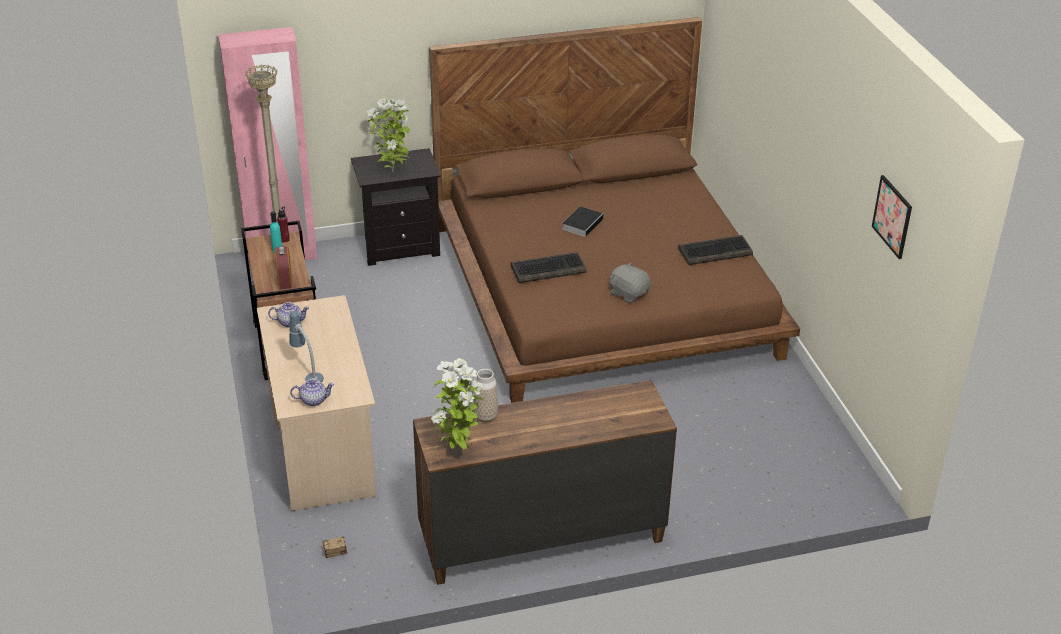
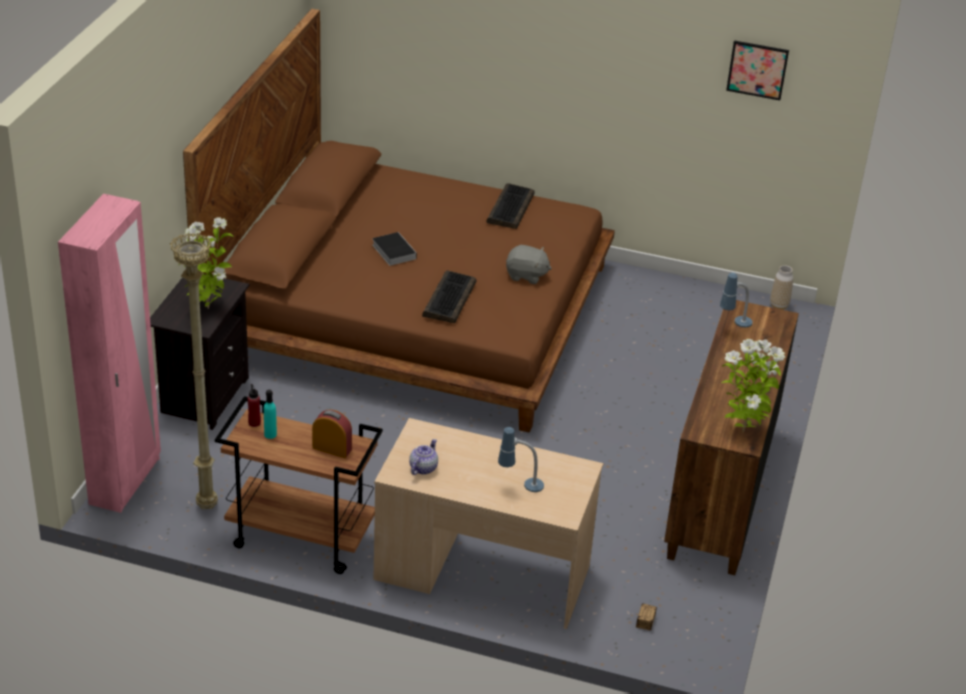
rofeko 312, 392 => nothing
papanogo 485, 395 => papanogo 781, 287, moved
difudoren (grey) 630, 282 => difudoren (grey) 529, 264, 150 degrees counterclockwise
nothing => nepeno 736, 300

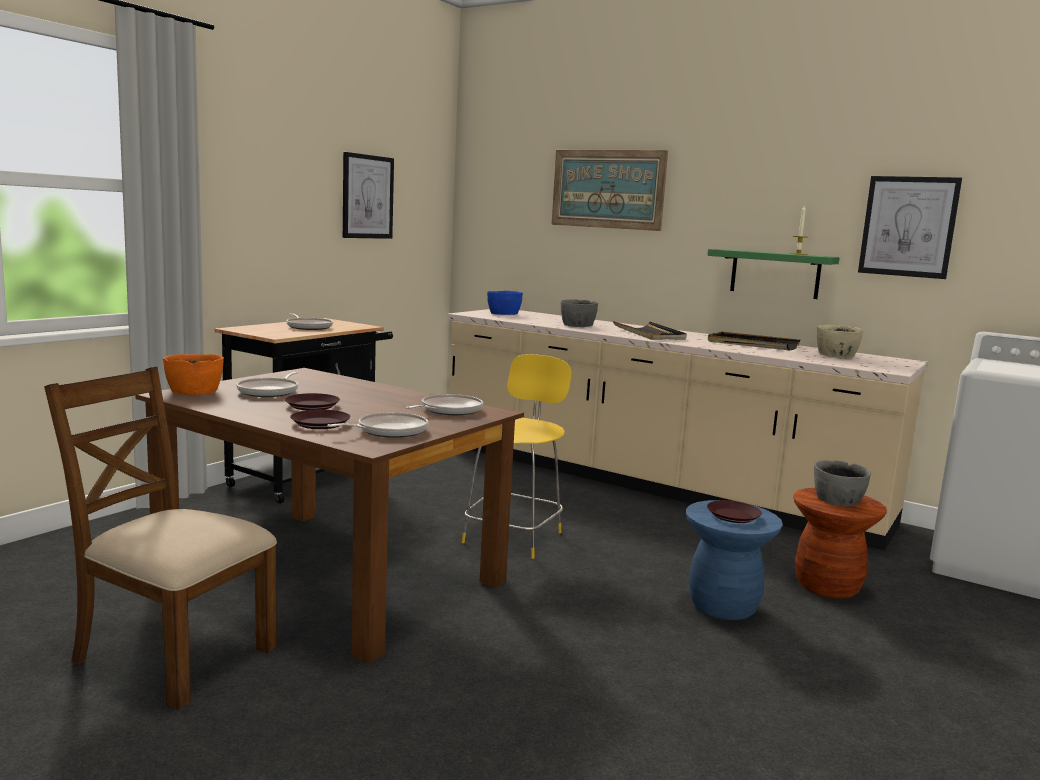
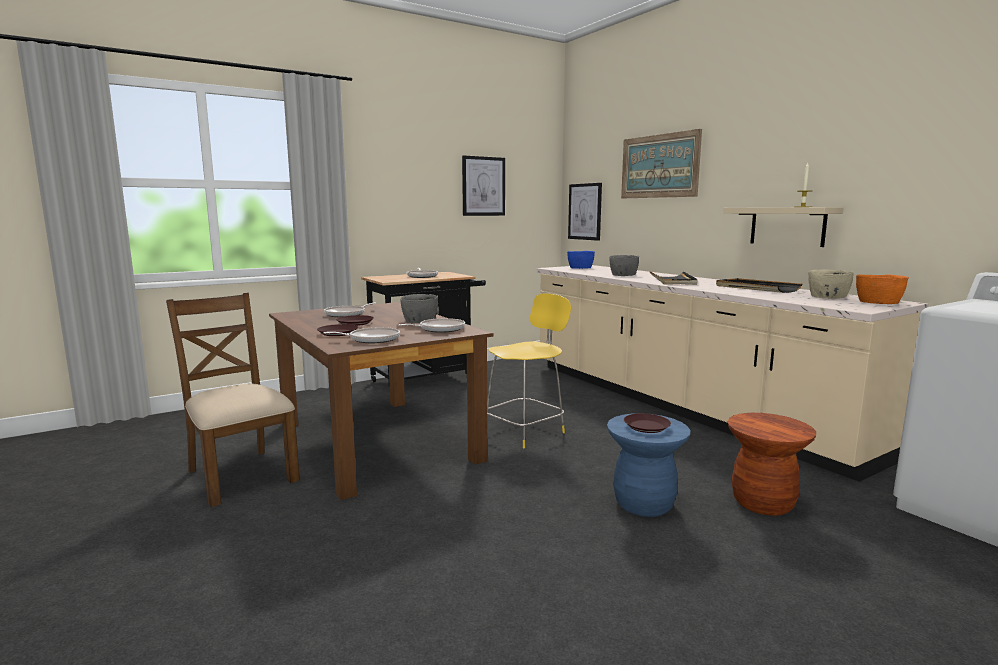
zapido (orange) 193, 374 => zapido (orange) 882, 289, moved
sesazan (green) 773, 274 => sesazan (beige) 783, 227
zapido (grey) 842, 483 => zapido (grey) 419, 308, moved
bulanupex 910, 227 => bulanupex 585, 212, moved

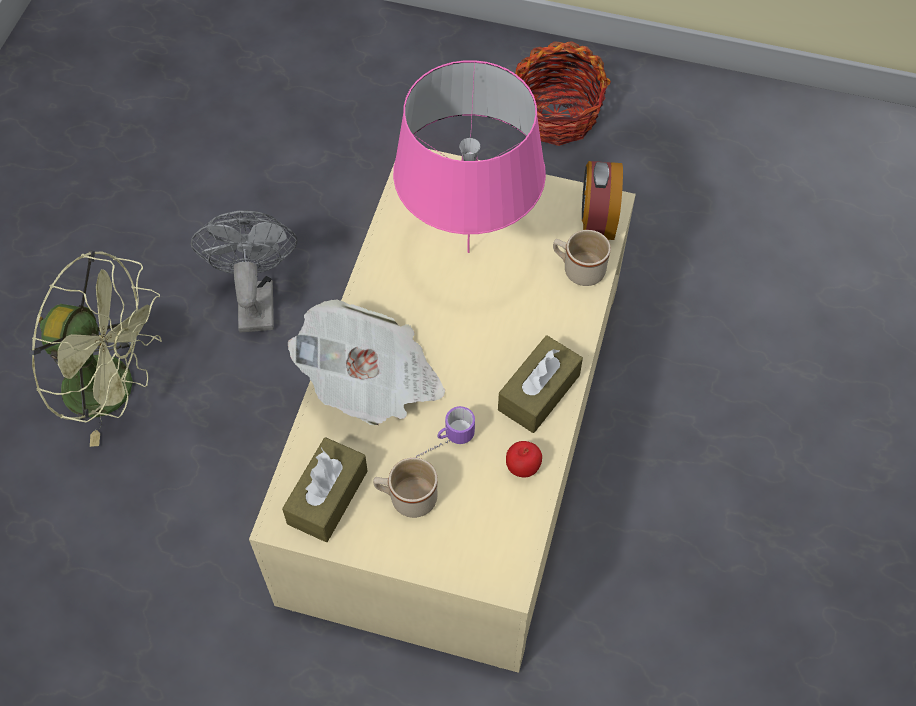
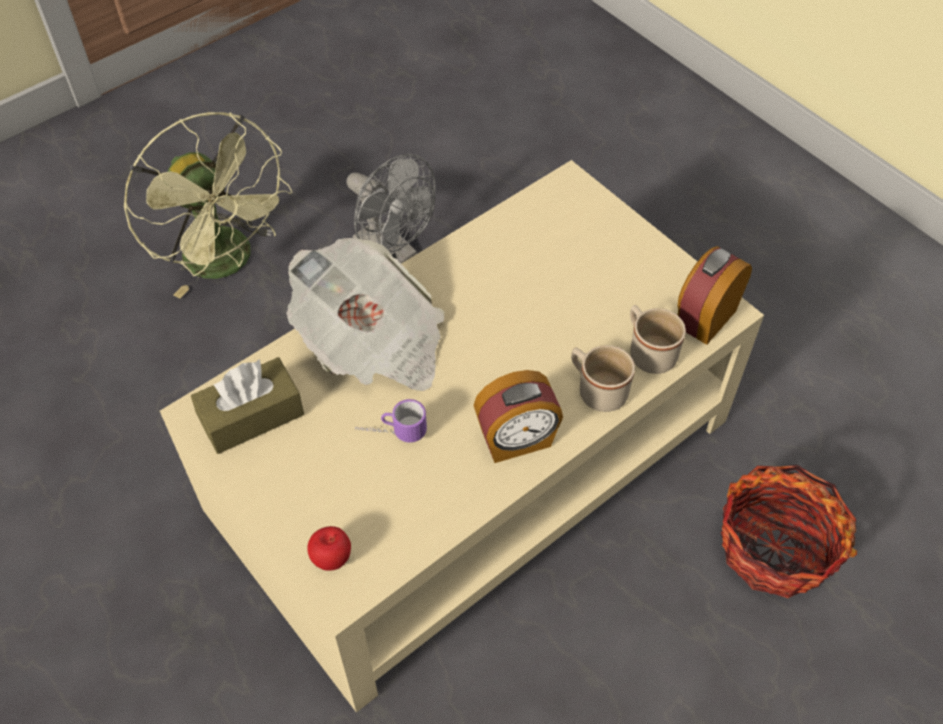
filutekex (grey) 244, 271 => filutekex (grey) 390, 208, 105 degrees clockwise
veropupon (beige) 405, 488 => veropupon (beige) 603, 378, moved
nepeno (pink) 469, 156 => nothing
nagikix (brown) 540, 384 => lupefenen 518, 416
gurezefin 524, 459 => gurezefin 329, 548, moved
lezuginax 563, 93 => lezuginax 789, 531, moved

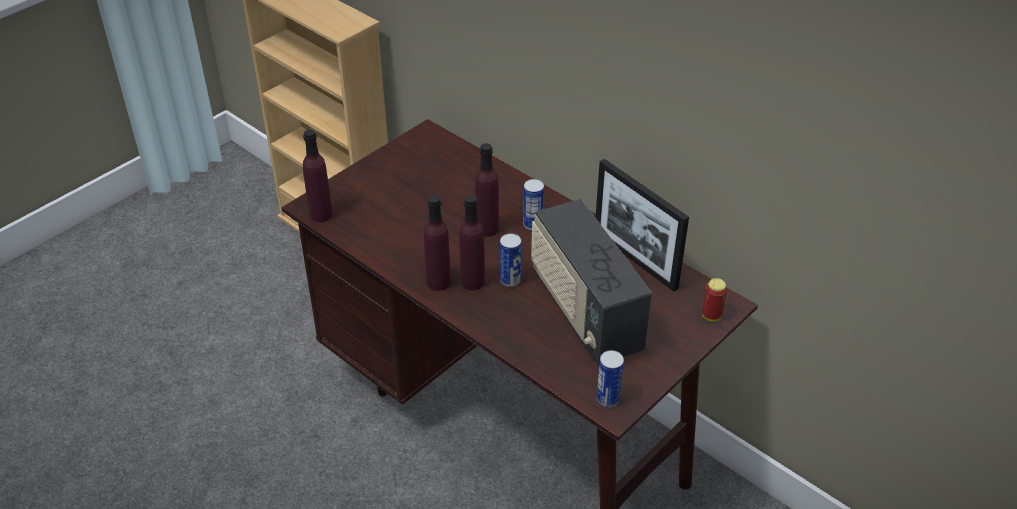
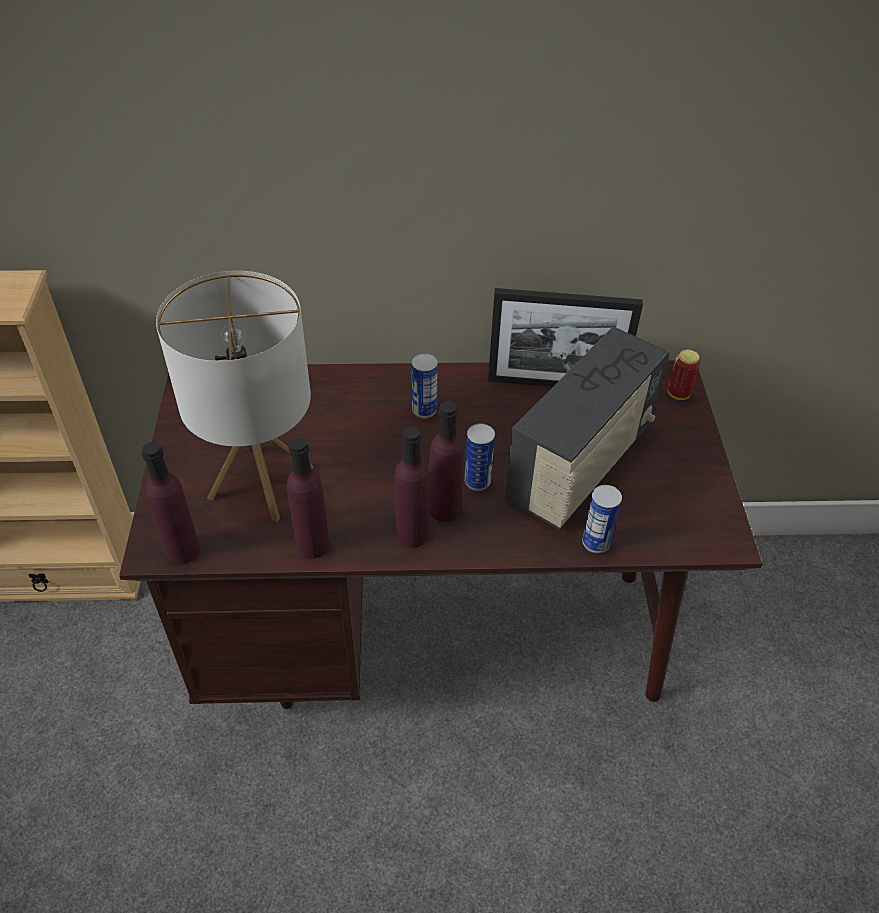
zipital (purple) 487, 190 => zipital (purple) 308, 498, moved
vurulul 591, 282 => vurulul 587, 428, 75 degrees counterclockwise
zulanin 610, 378 => zulanin 602, 519, moved
nothing => nepeno 235, 396

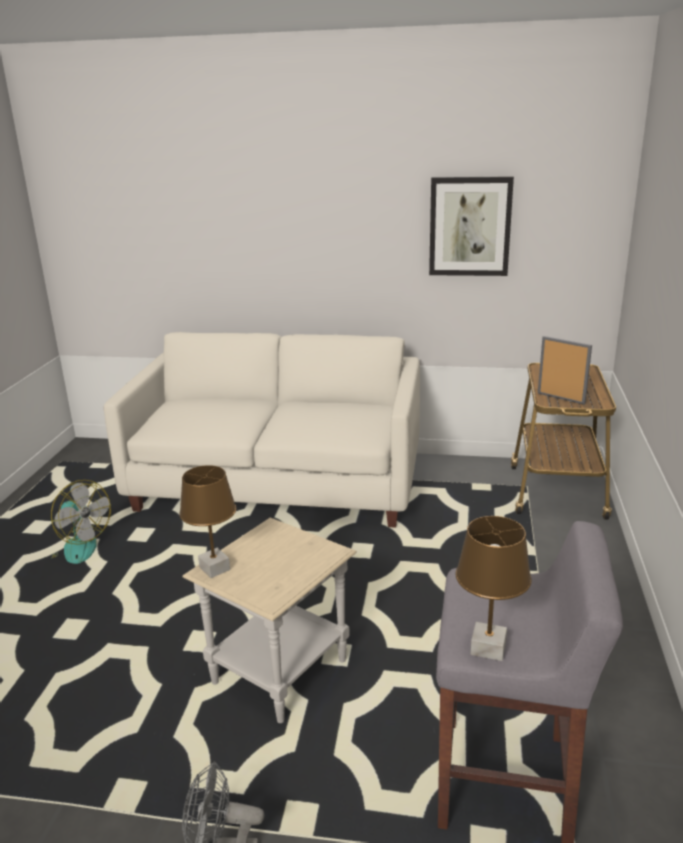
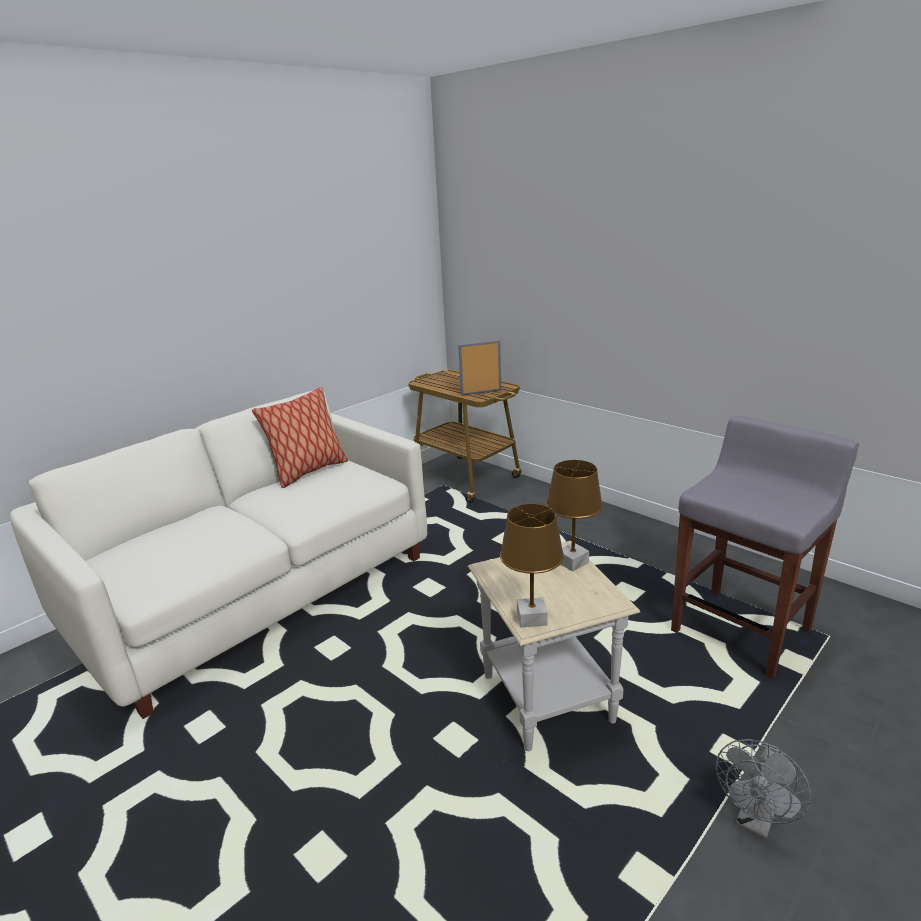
filutekex 81, 522 => nothing
bulanupex 471, 226 => nothing
nepeno (brown) 494, 588 => nepeno (brown) 574, 516, moved
nothing => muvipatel 300, 437

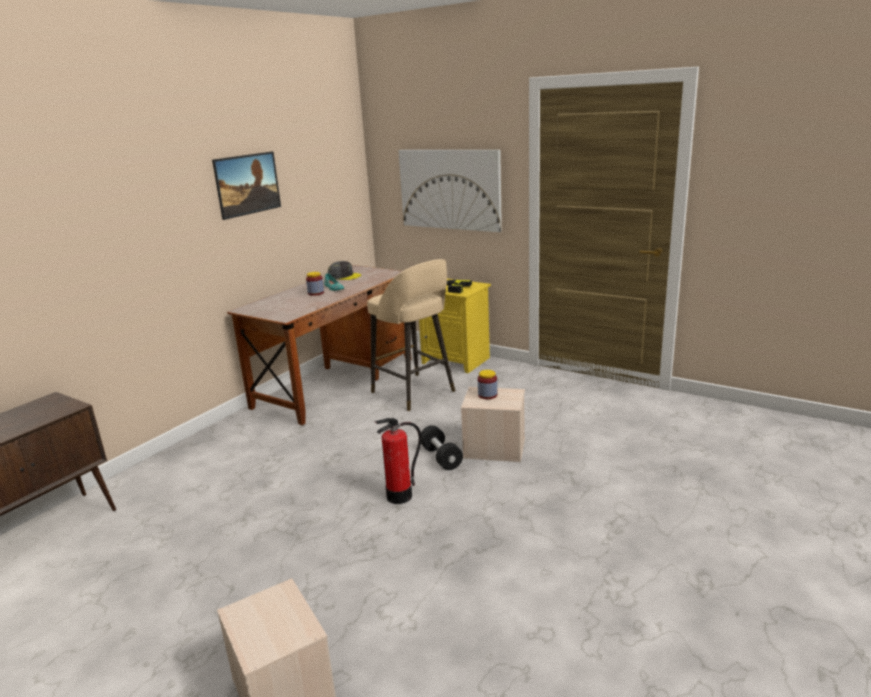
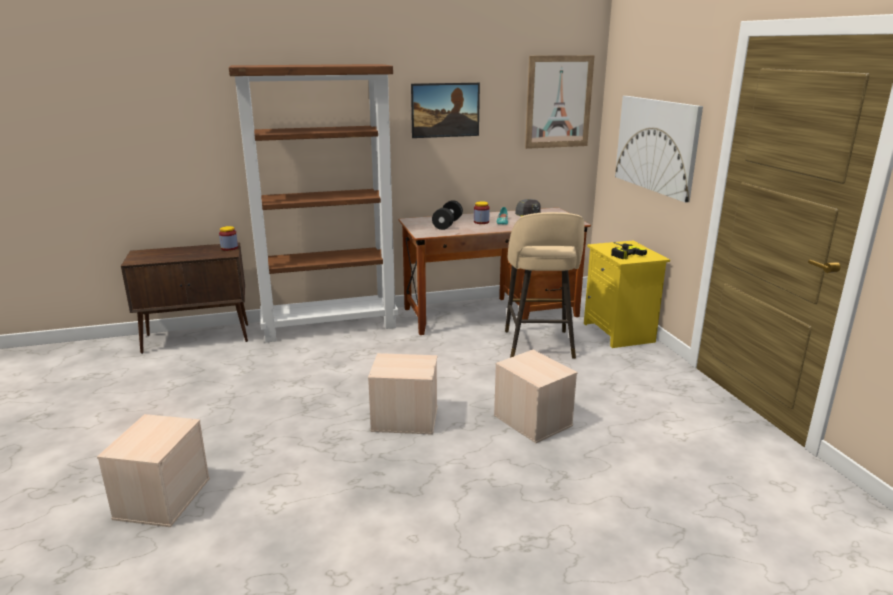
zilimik 398, 461 => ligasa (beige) 403, 394
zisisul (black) 442, 447 => zisisul (black) 447, 215, moved
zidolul 487, 384 => zidolul 228, 238, moved
nothing => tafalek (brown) 313, 203
nothing => bulanupex 560, 102

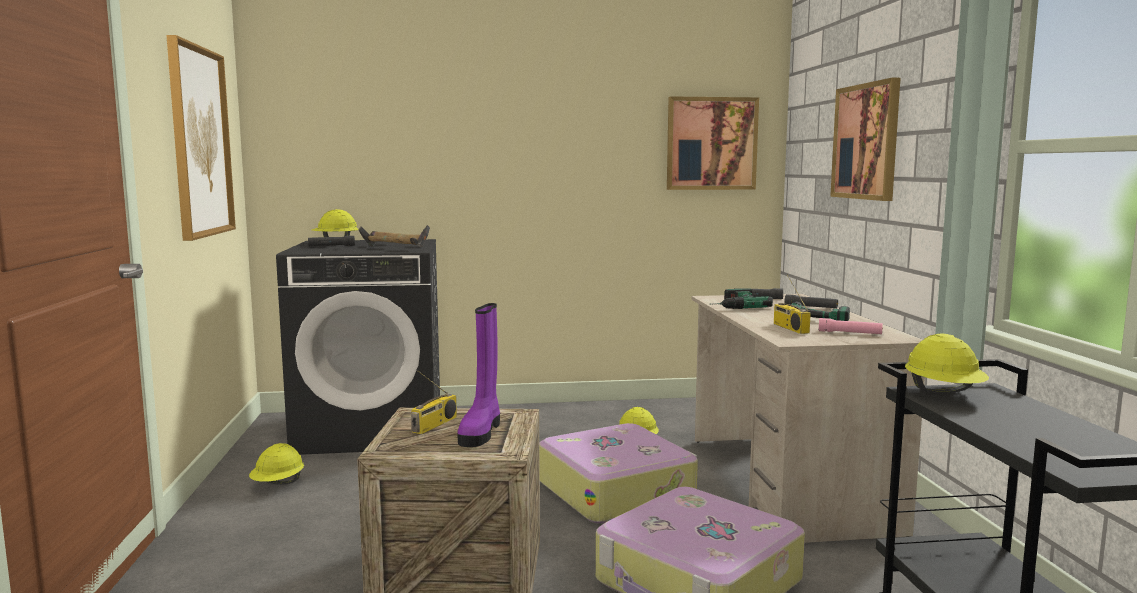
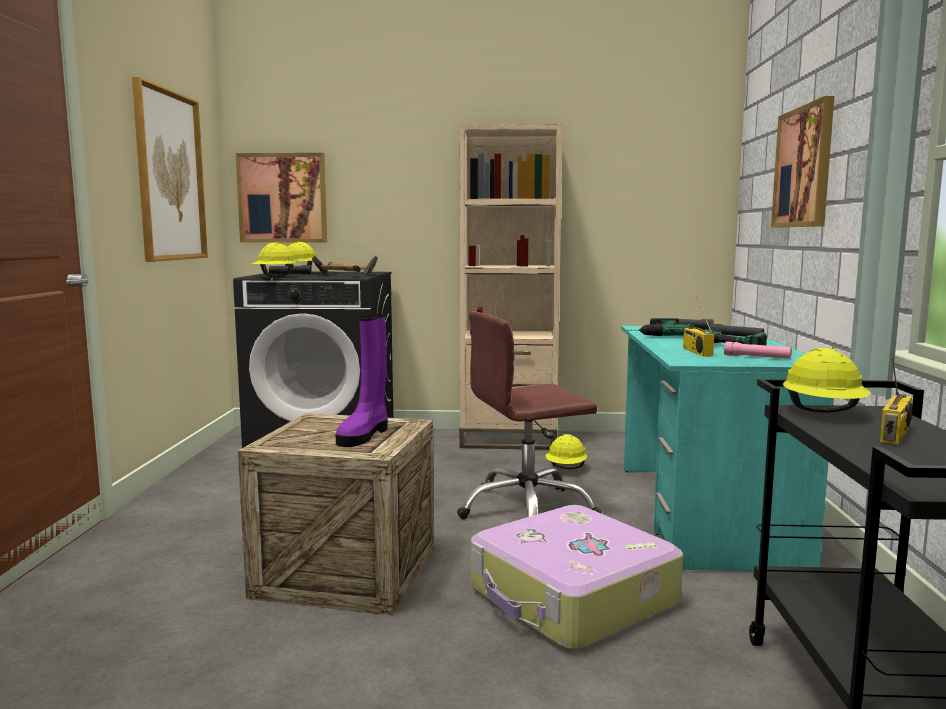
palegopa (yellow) 276, 464 => palegopa (yellow) 274, 259, moved
vurulul 434, 402 => vurulul 896, 400, moved
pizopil 618, 473 => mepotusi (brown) 529, 415
bulanupex 713, 143 => bulanupex 281, 198, moved
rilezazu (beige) 808, 418 => rilezazu (turquoise) 727, 448
nothing => tafalek (beige) 511, 287

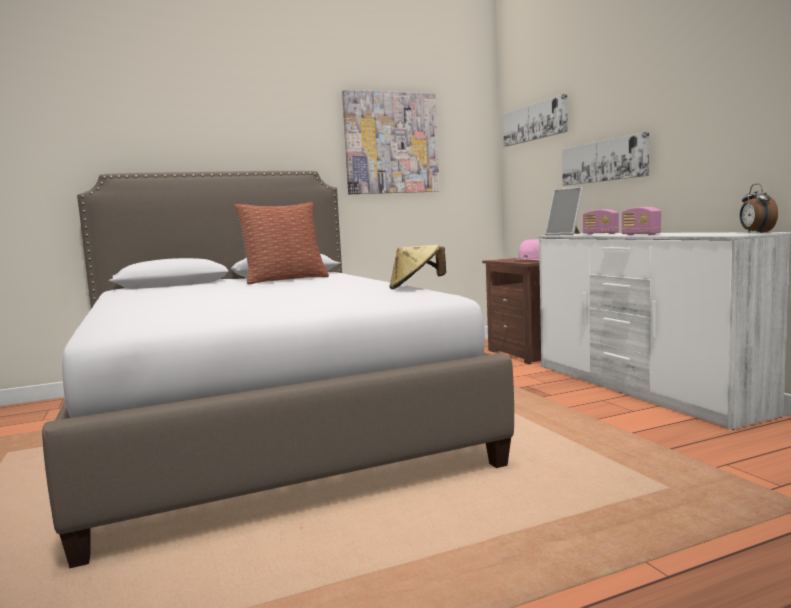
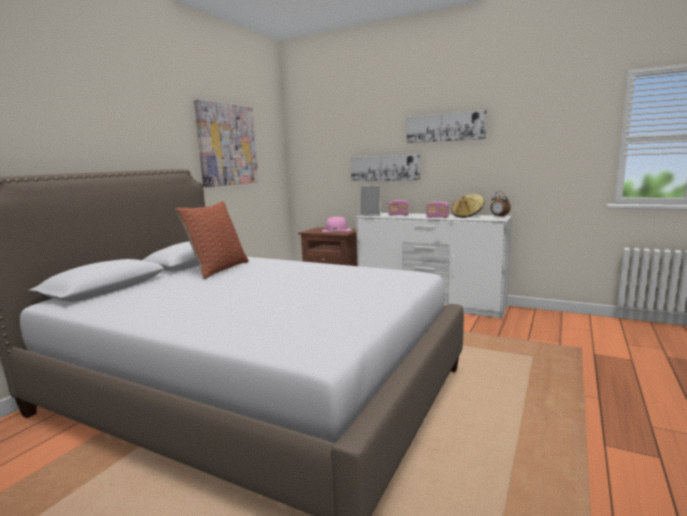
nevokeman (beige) 417, 267 => nevokeman (beige) 467, 206, moved
bulanupex 535, 120 => bulanupex 447, 126, moved

